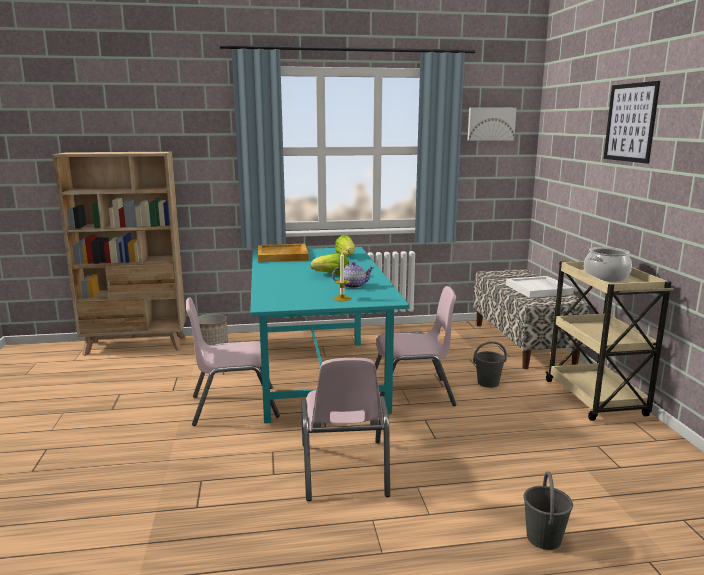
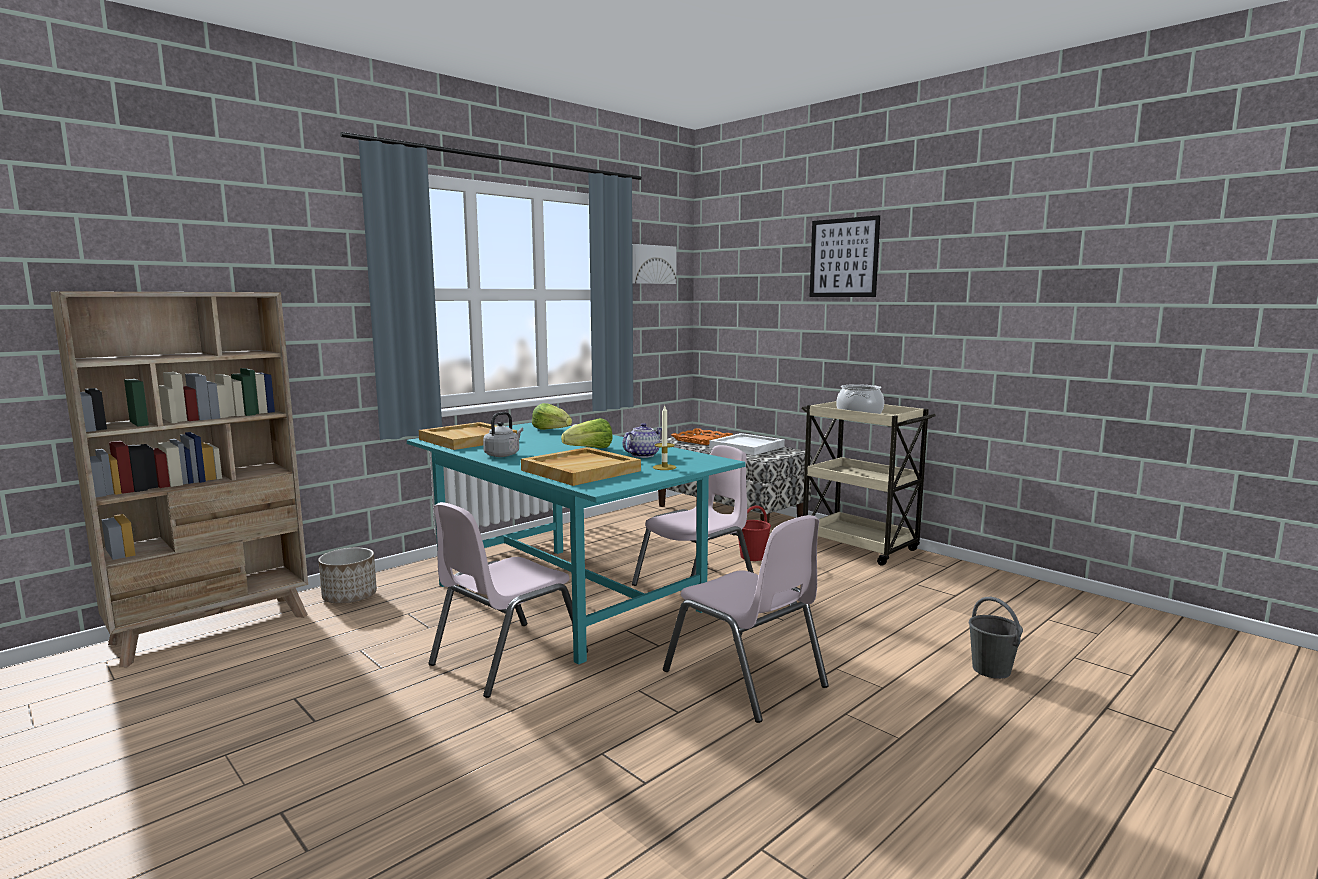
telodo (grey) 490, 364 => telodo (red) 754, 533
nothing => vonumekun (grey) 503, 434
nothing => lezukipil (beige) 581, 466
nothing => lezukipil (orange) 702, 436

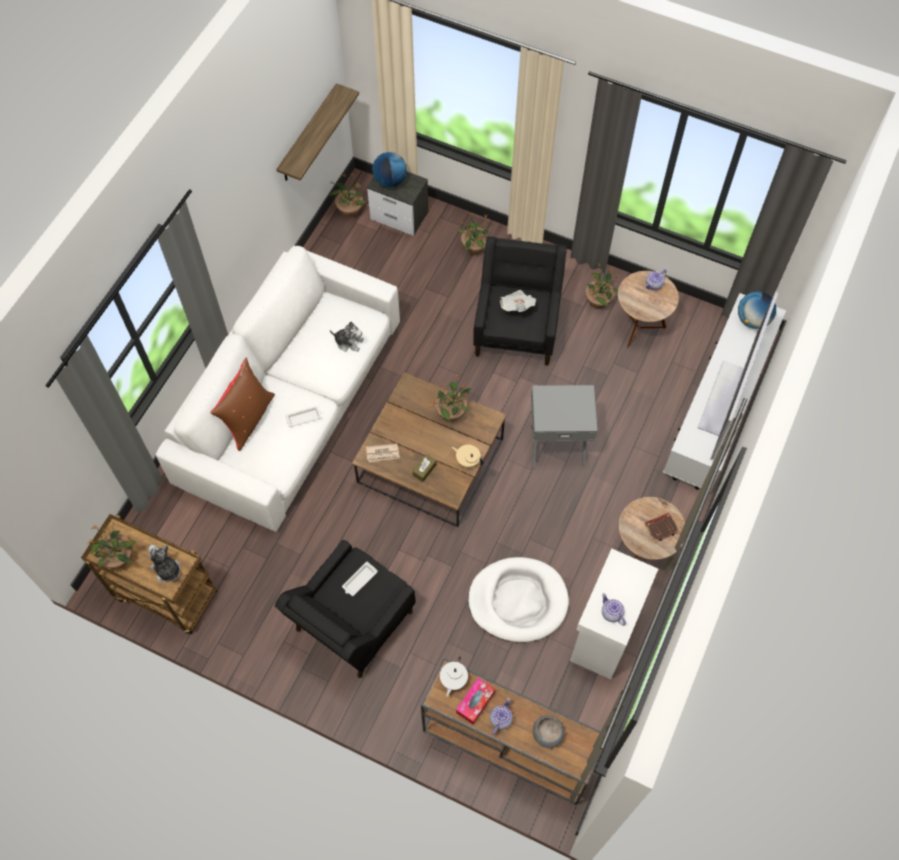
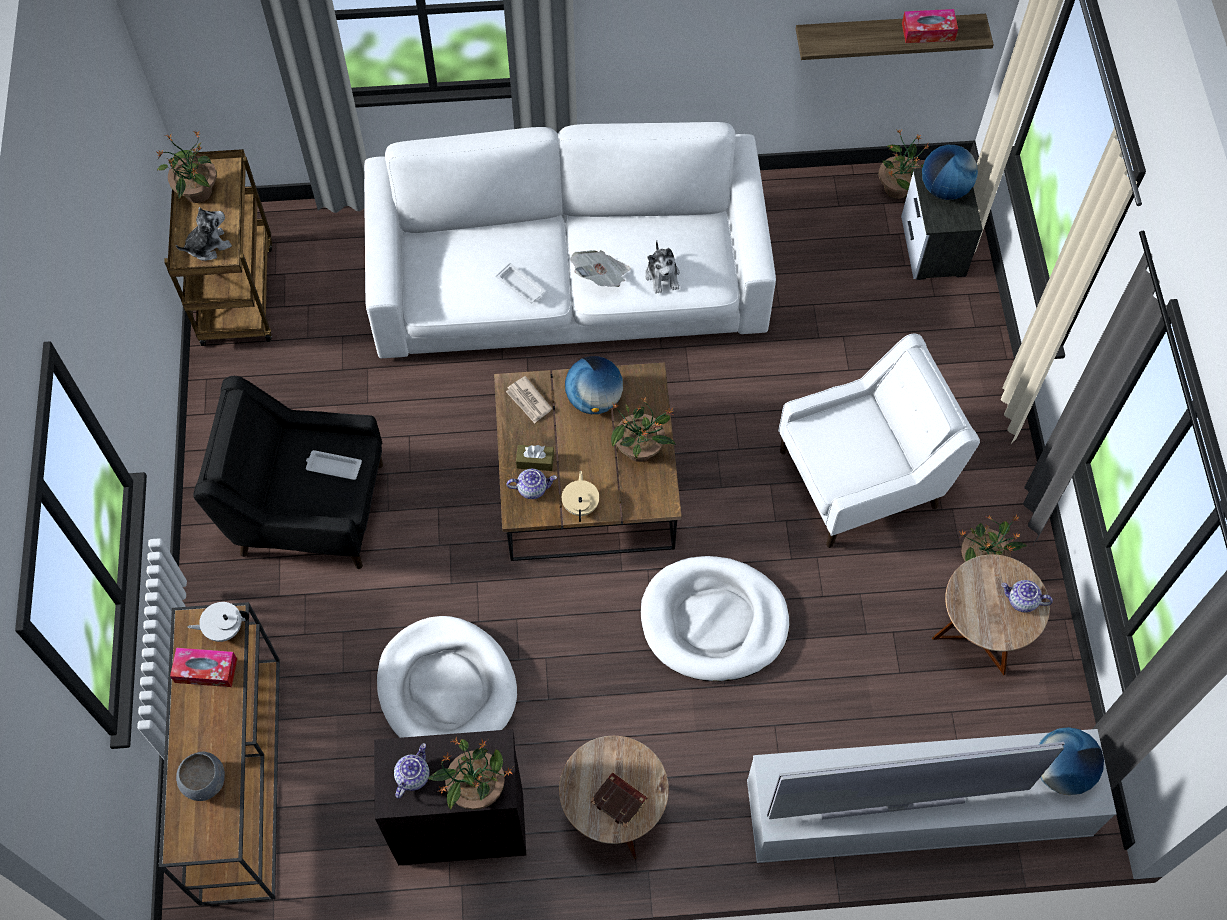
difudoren 164, 564 => difudoren 204, 234, 45 degrees clockwise
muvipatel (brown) 242, 404 => nothing
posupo 473, 234 => posupo 470, 774, moved
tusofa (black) 520, 301 => tusofa (white) 879, 440
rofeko 501, 716 => rofeko 532, 484, moved
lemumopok 518, 301 => lemumopok 600, 268, moved
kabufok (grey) 564, 426 => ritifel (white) 715, 618
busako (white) 614, 613 => busako (black) 450, 797
nothing => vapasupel 594, 385
nothing => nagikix 930, 26

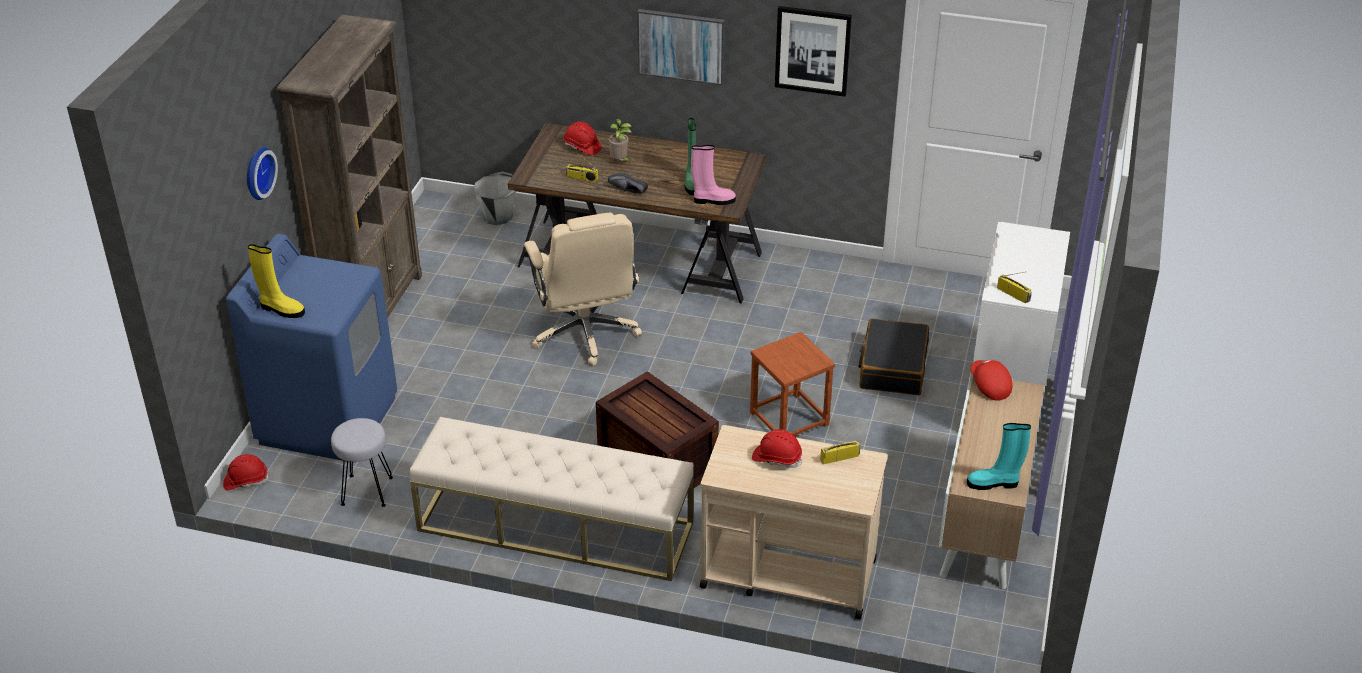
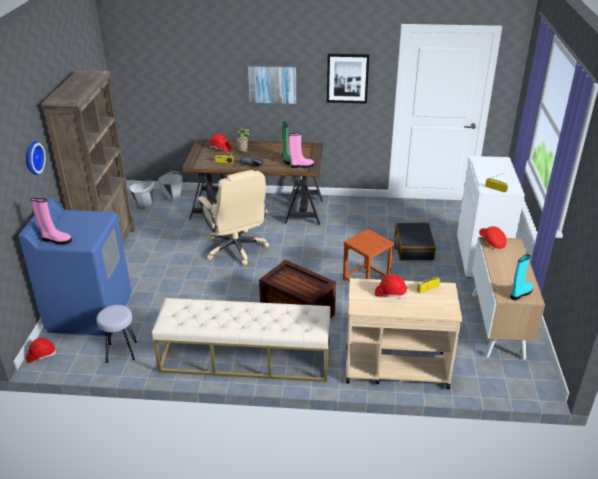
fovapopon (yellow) 276, 281 => fovapopon (pink) 51, 221
fovapopon (turquoise) 999, 456 => fovapopon (turquoise) 521, 277, 150 degrees clockwise
nothing => telodo (grey) 142, 194

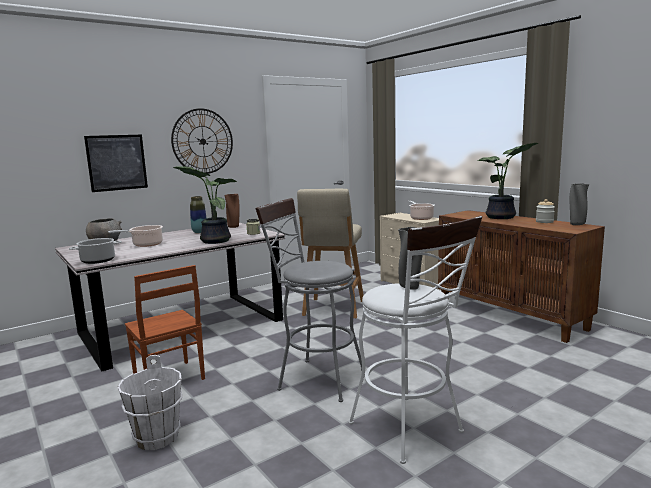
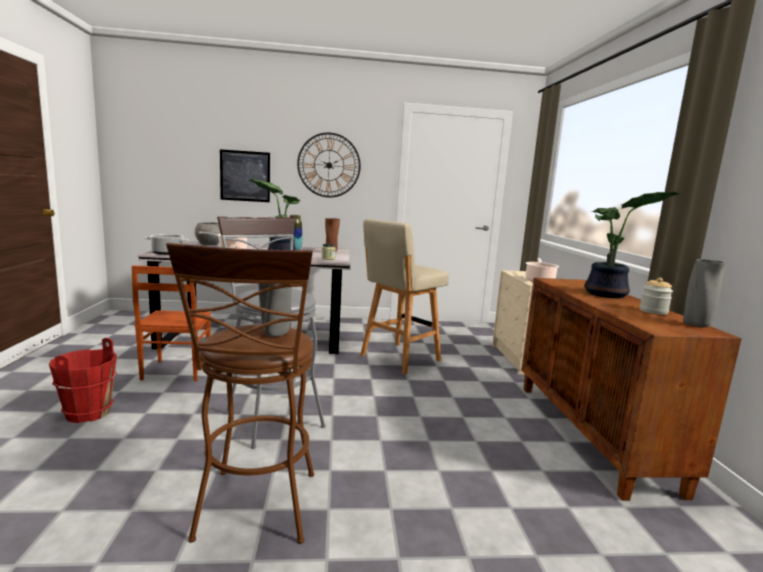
telodo (white) 150, 402 => telodo (red) 83, 380
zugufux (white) 415, 340 => zugufux (brown) 240, 393

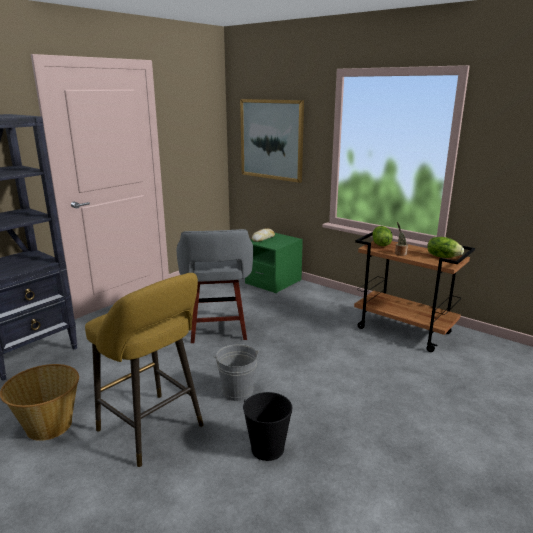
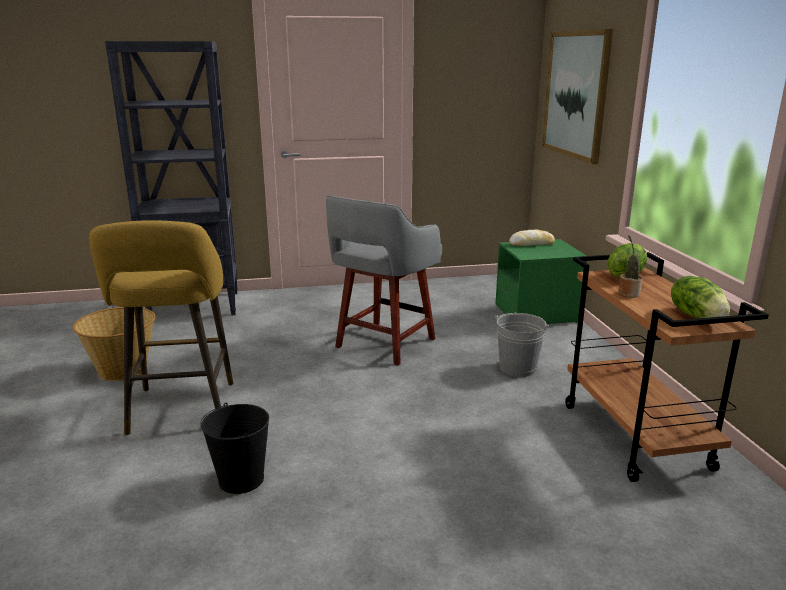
telodo (grey) 236, 372 => telodo (grey) 522, 345, moved

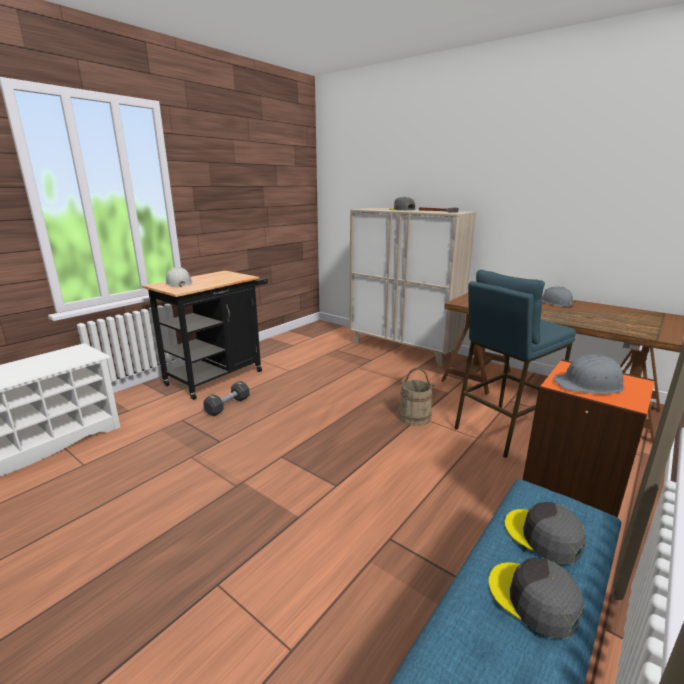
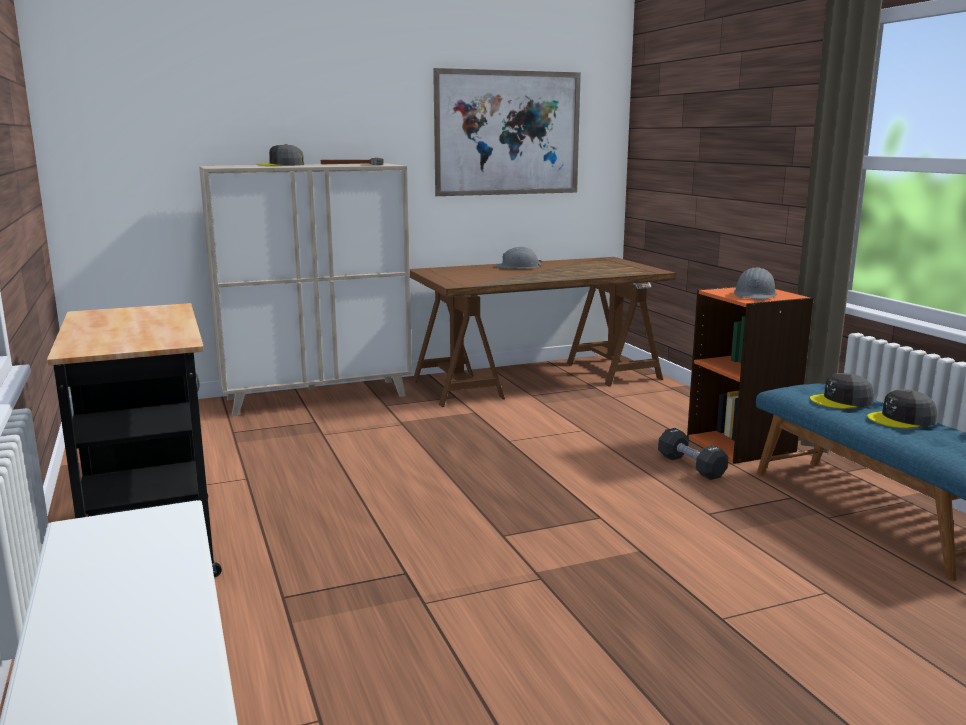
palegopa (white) 179, 277 => nothing
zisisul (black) 226, 398 => zisisul (black) 693, 454, moved
telodo (beige) 416, 397 => nothing
zugufux (blue) 515, 364 => nothing
nothing => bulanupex 507, 132

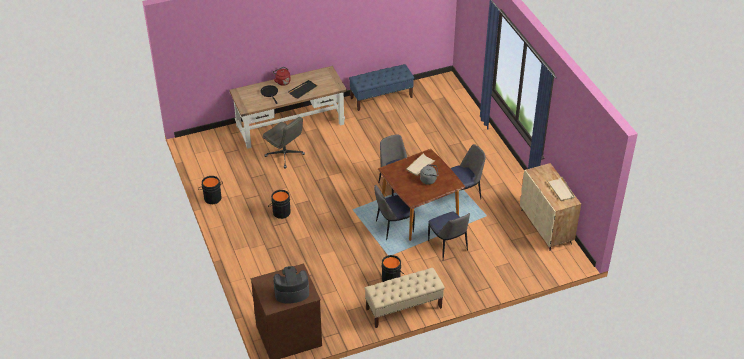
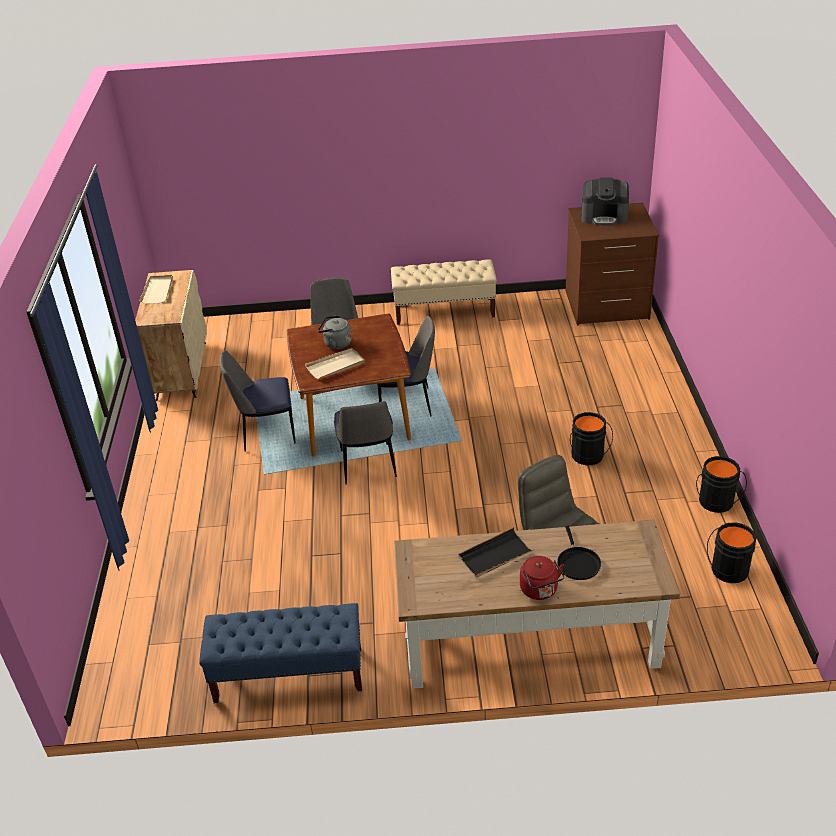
telodo (black) 393, 268 => telodo (black) 731, 552, moved

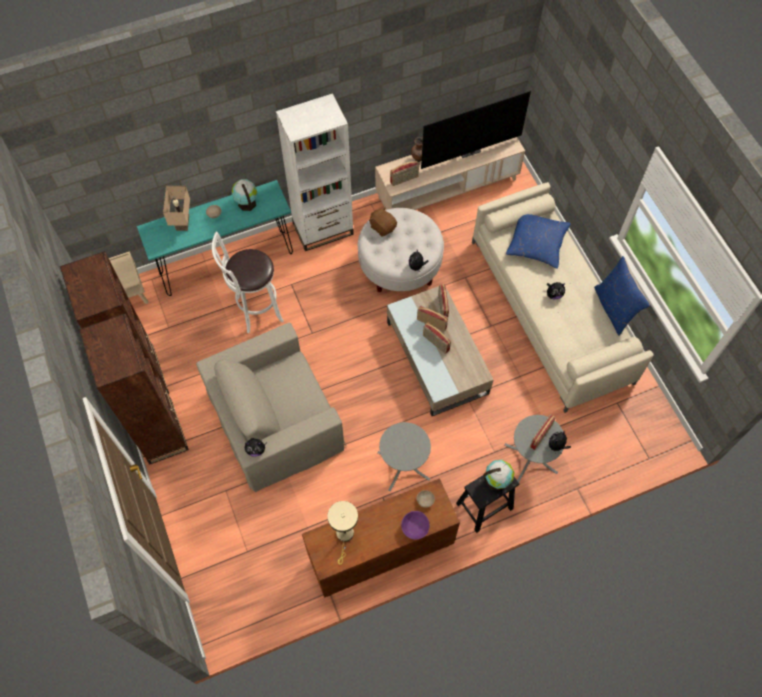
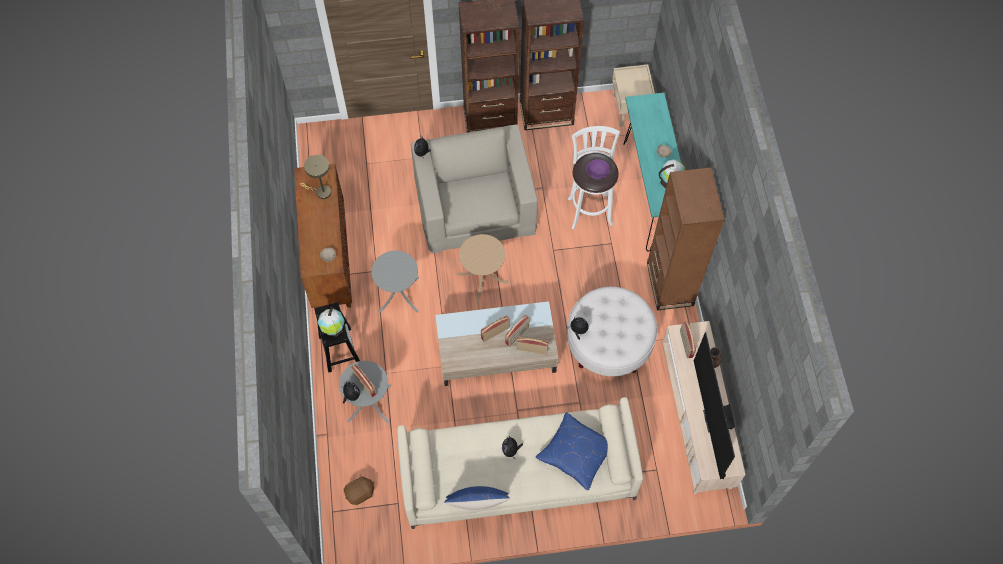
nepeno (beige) 176, 208 => nothing
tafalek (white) 315, 172 => tafalek (brown) 686, 238
difudoren (brown) 383, 222 => difudoren (brown) 359, 489, moved
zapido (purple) 415, 525 => zapido (purple) 598, 169, moved
nothing => kabufok (beige) 483, 268

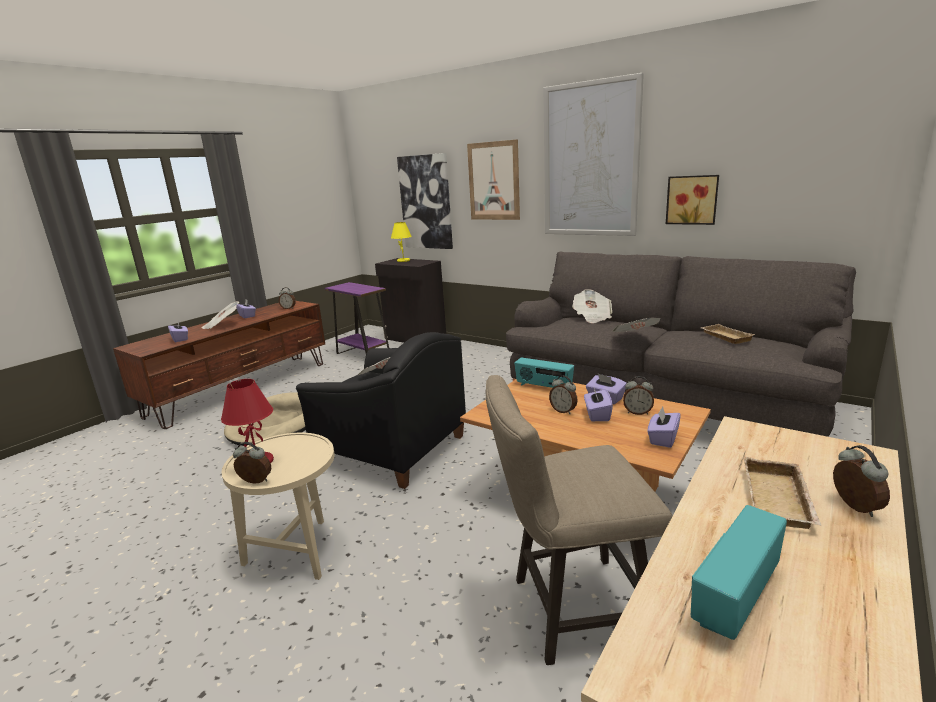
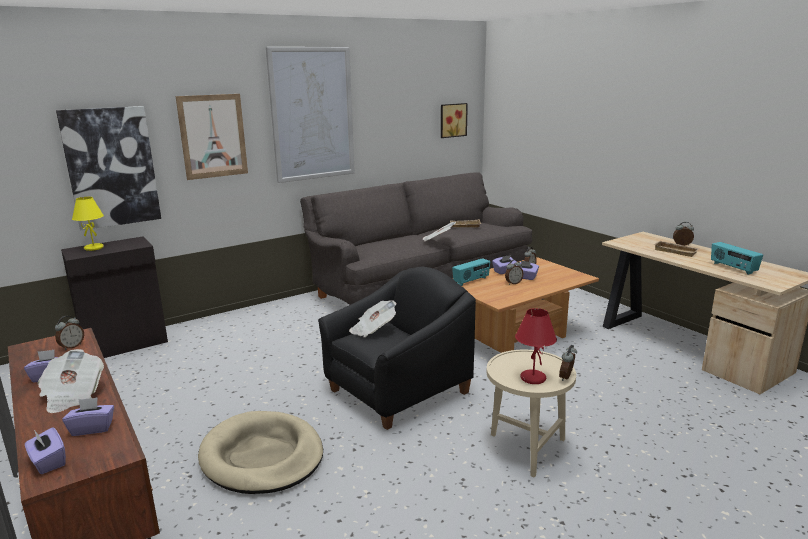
kabufok (purple) 356, 318 => nothing
zugufux (beige) 579, 520 => nothing
lemumopok 592, 306 => nothing
nagikix (purple) 664, 427 => nagikix (purple) 45, 450, moved
bulanupex 692, 200 => bulanupex 454, 120, moved

